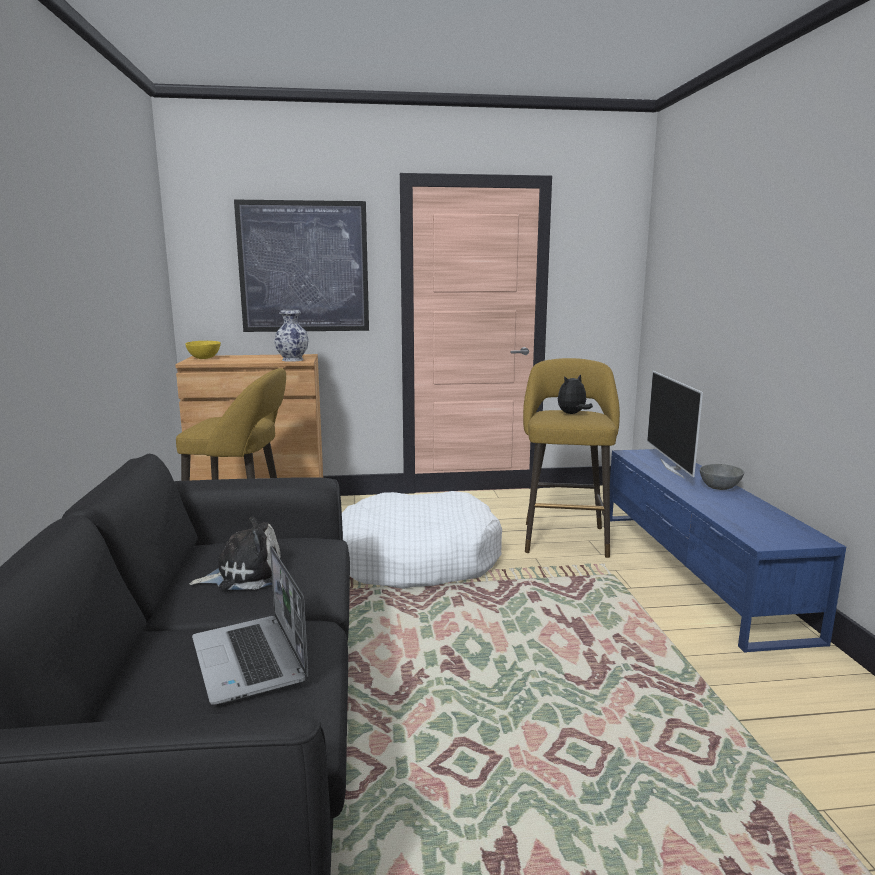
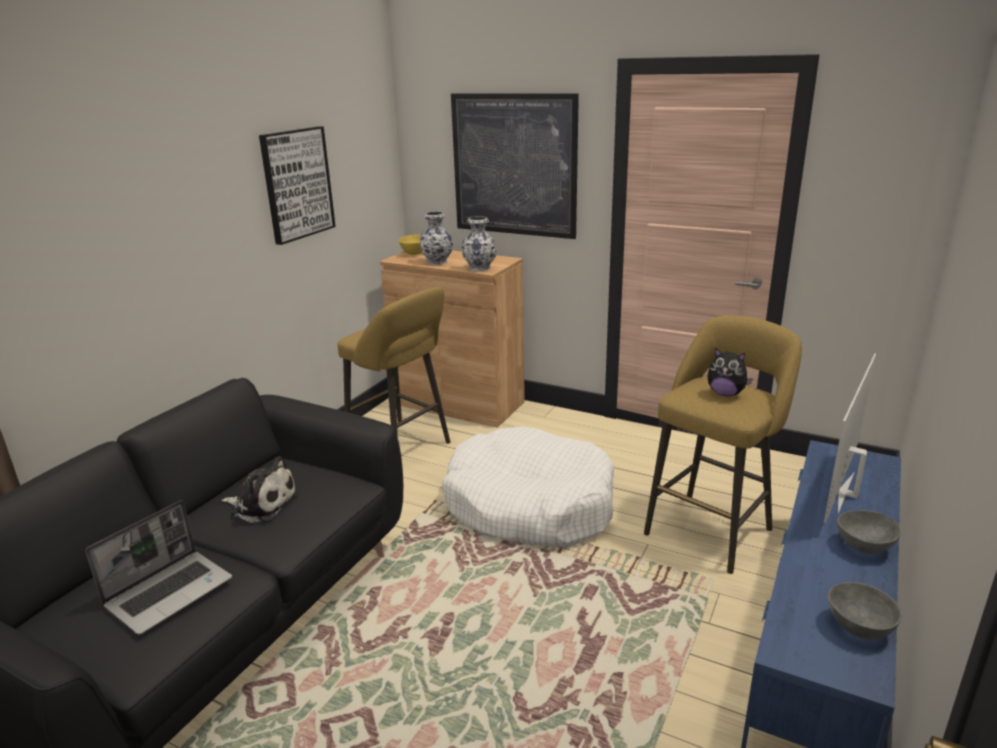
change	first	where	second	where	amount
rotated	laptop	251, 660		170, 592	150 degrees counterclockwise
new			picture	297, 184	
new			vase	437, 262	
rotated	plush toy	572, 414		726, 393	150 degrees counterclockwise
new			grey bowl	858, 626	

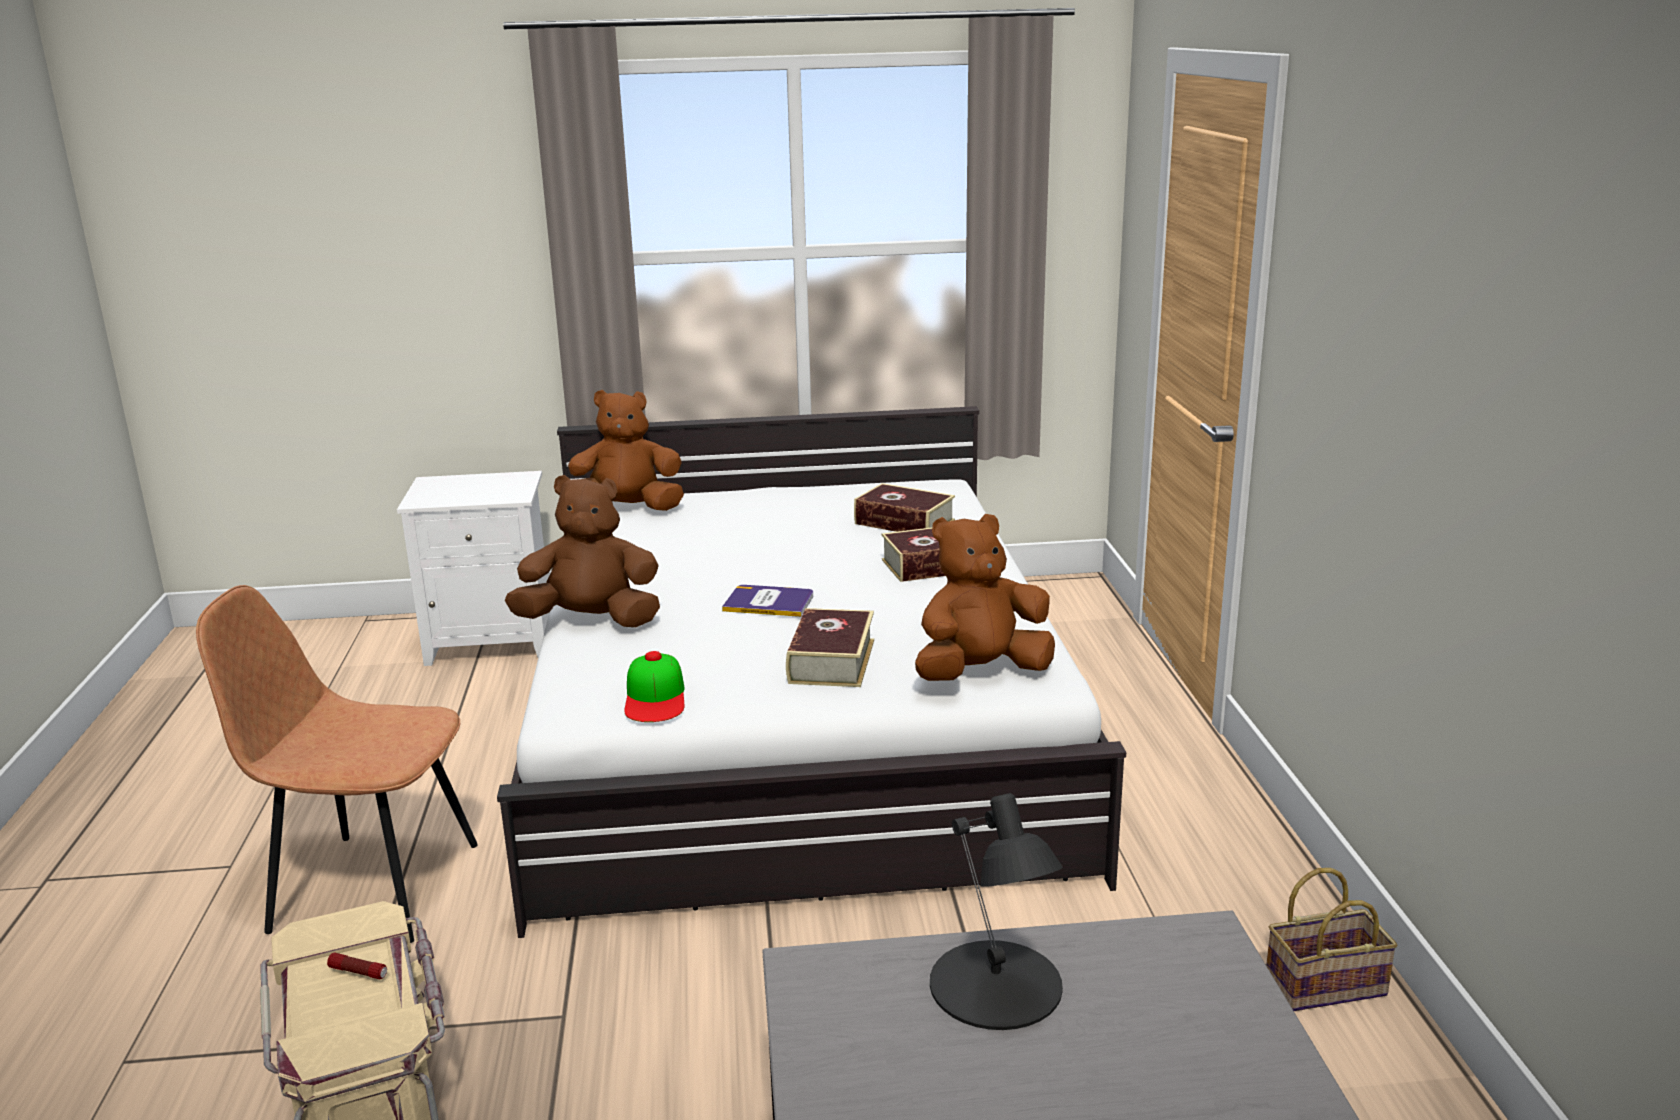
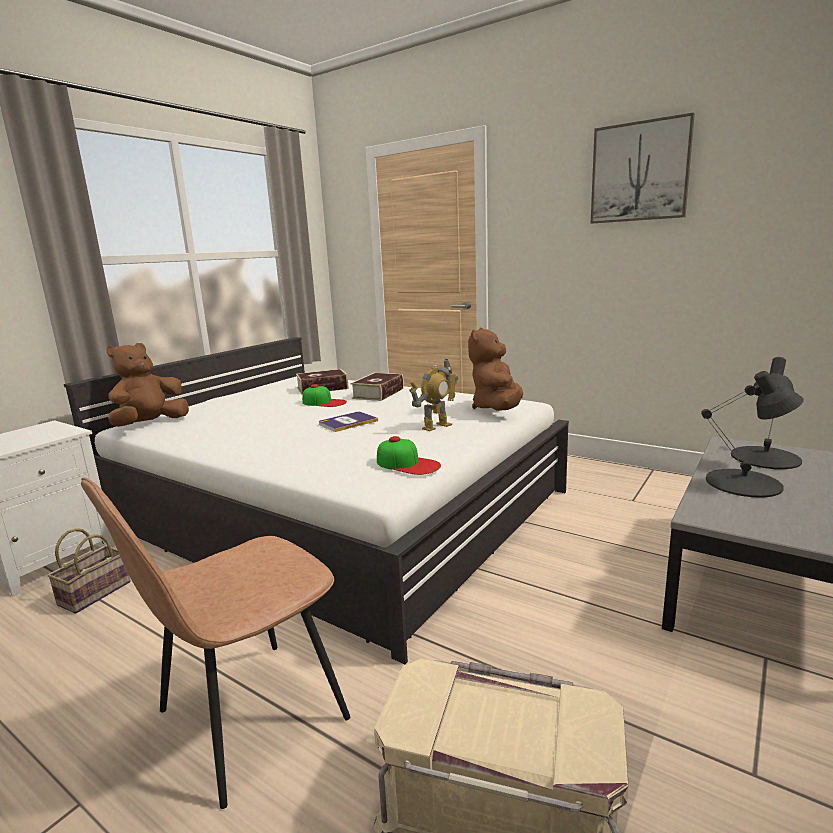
change	first	where	second	where	amount
shifted	basket	1326, 984		95, 592	
new			cap	324, 402	
swapped	book	831, 661	toy robot	436, 426	
new			picture	640, 172	
new			black table lamp	764, 458	
gone	flashlight	358, 972			
gone	brown plush toy	591, 621			

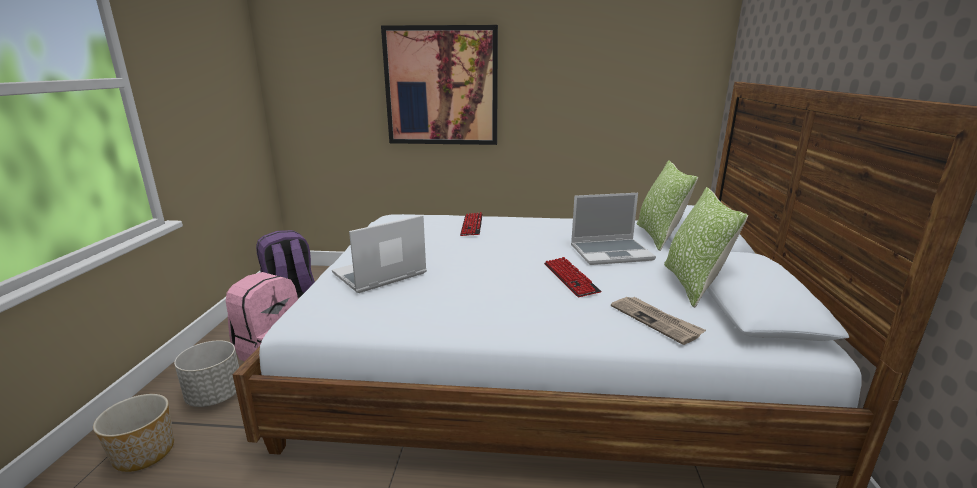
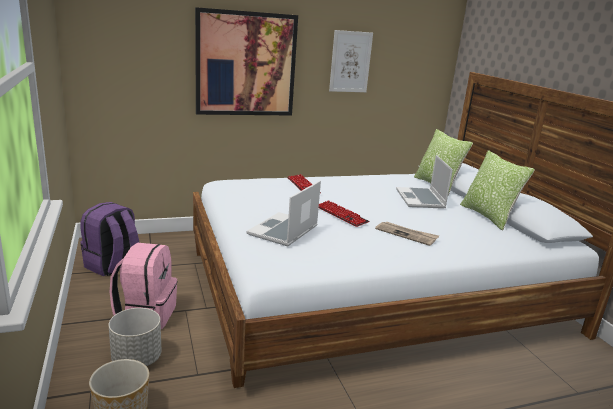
change	first	where	second	where	amount
shifted	keyboard	570, 278		341, 215	
new			picture	350, 62	
shifted	newspaper	656, 321		406, 234	
rotated	laptop	611, 253		421, 199	120 degrees clockwise

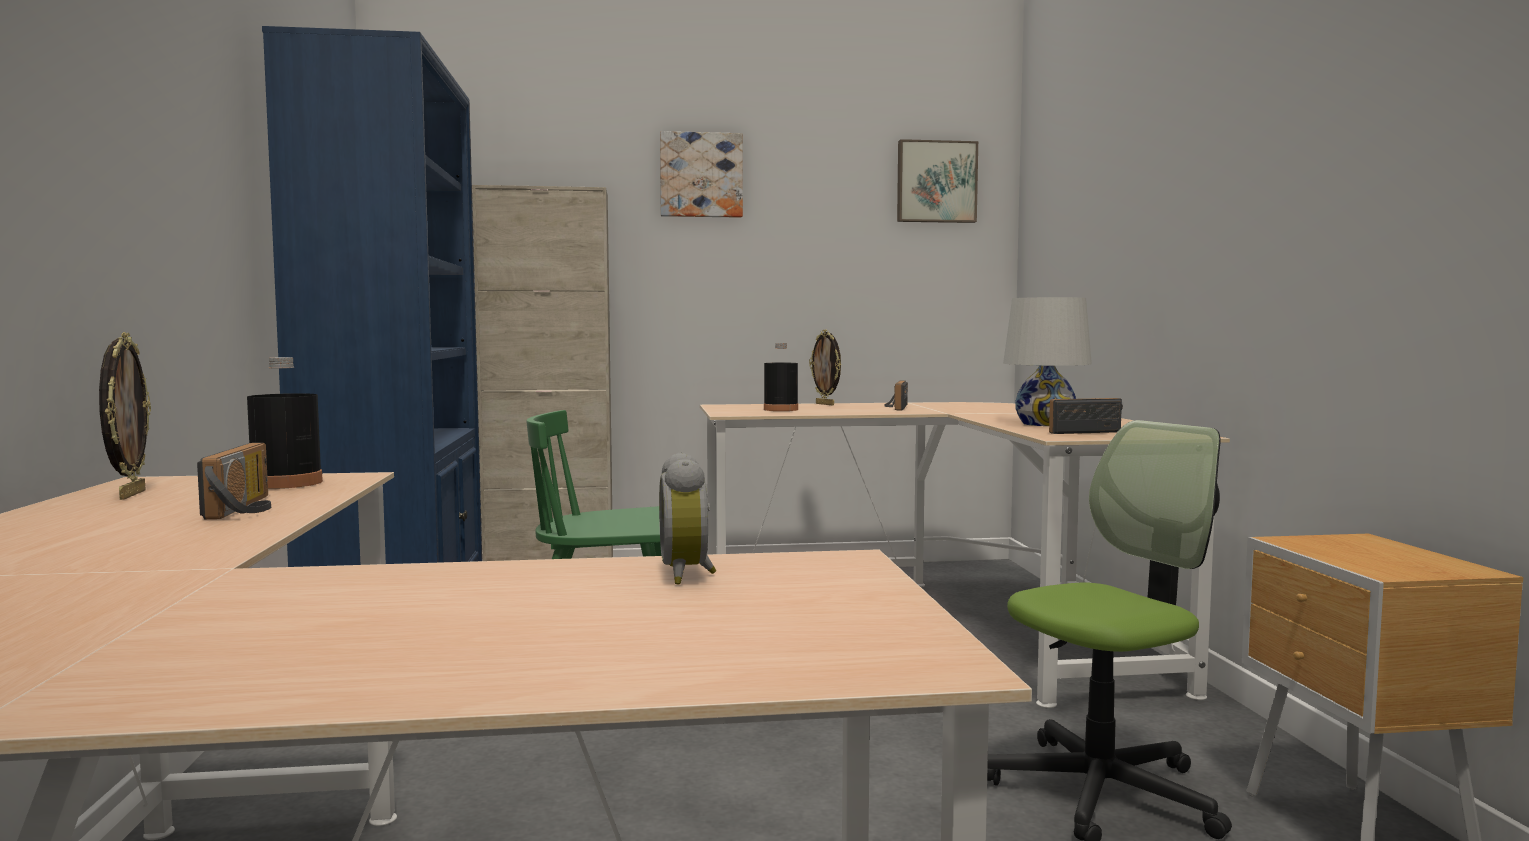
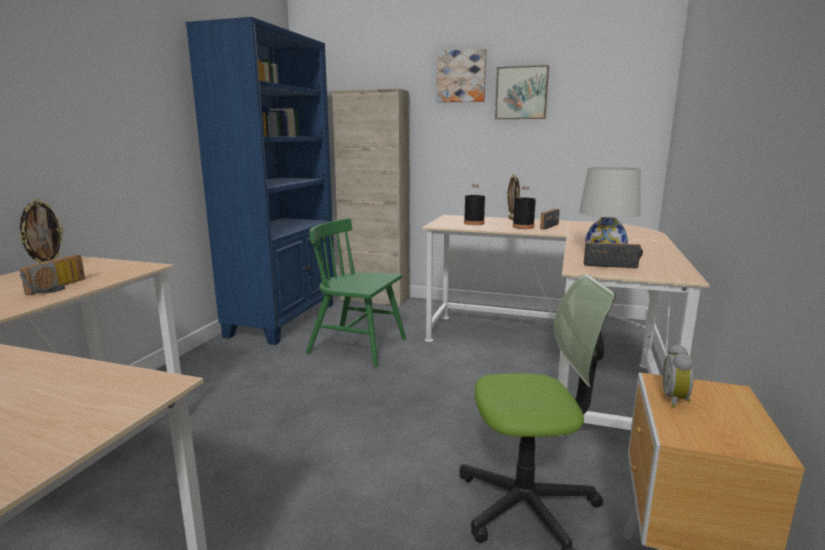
change	first	where	second	where	amount
shifted	picture	936, 182		521, 93	
shifted	black bottle	286, 483		523, 227	
shifted	alarm clock	689, 574		676, 400	

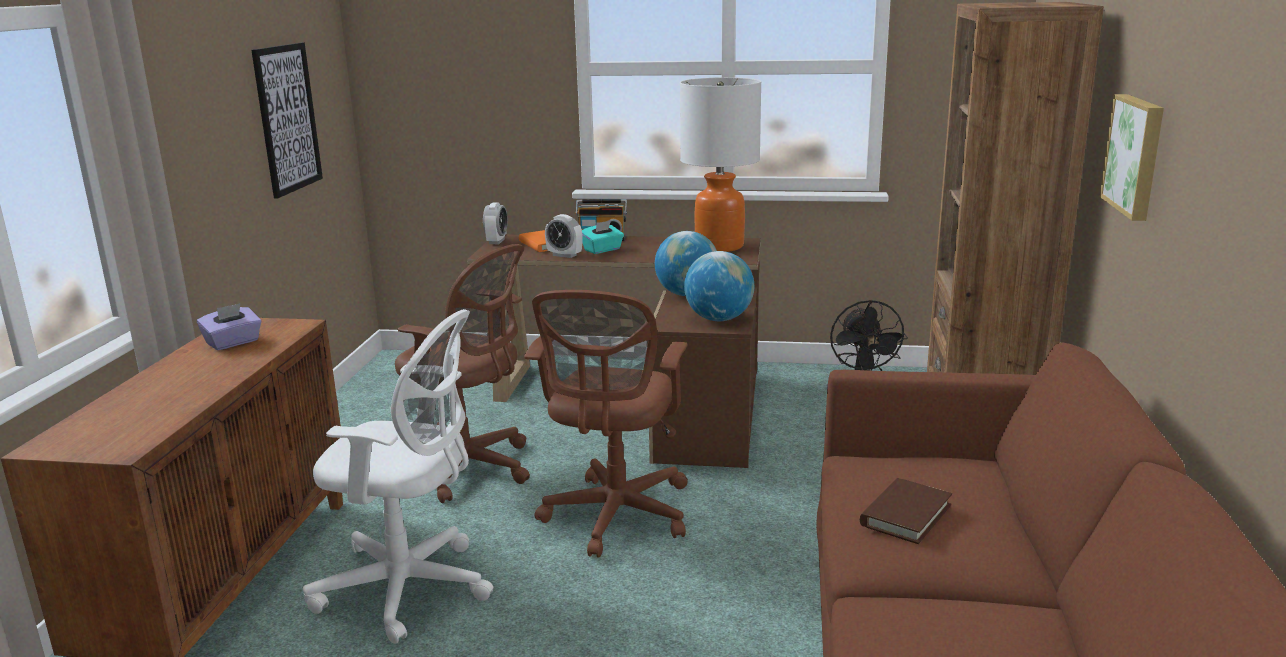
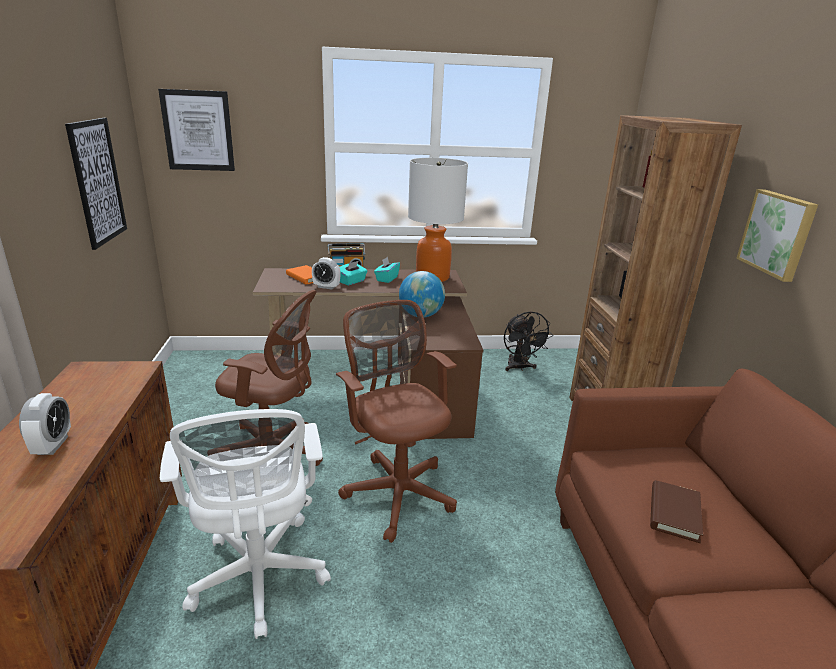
change	first	where	second	where	amount
shifted	alarm clock	496, 241		52, 445	
new			picture	198, 131	
rotated	white office chair	410, 588		259, 579	75 degrees clockwise
rotated	brown office chair	615, 518		397, 490	150 degrees clockwise
new			turquoise tissue box	386, 279	
gone	purple tissue box	233, 343			
gone	globe	718, 319			

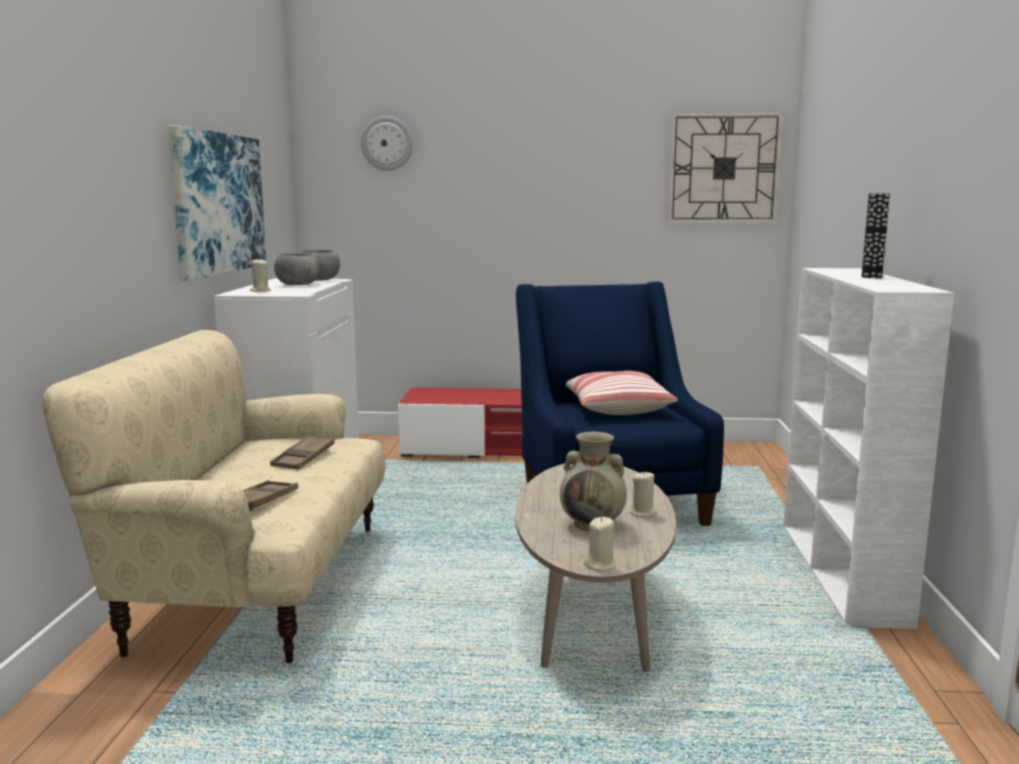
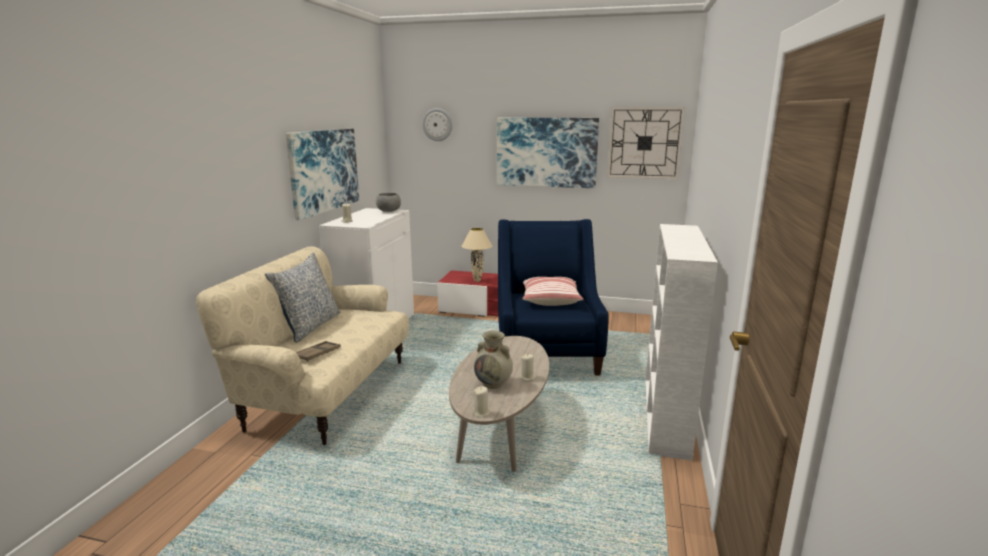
change	first	where	second	where	amount
new			pillow	309, 326	
new			beige table lamp	477, 281	
new			picture	546, 152	
gone	brown tray	303, 458			
gone	grey bowl	297, 285			
gone	vase	871, 277			

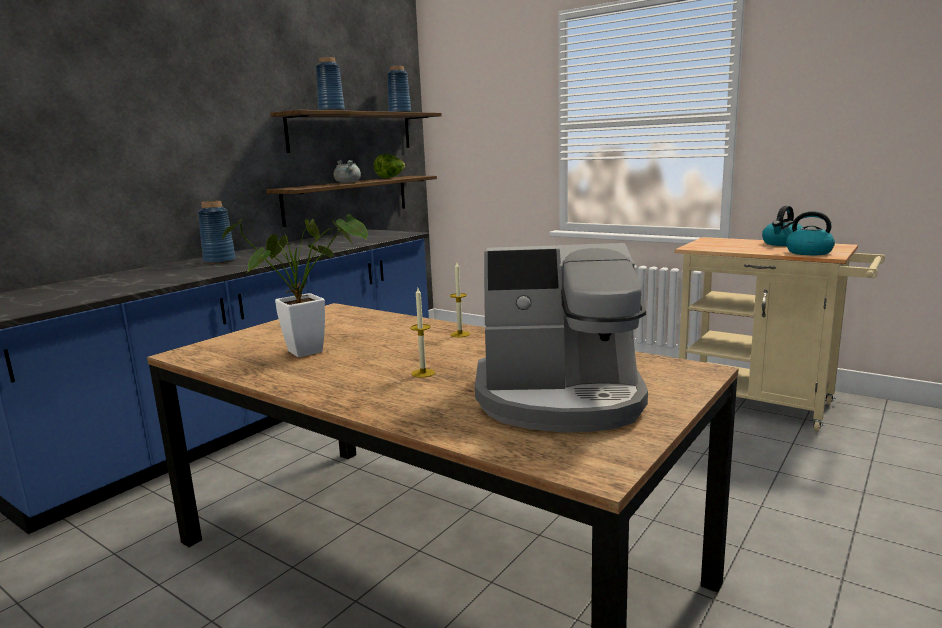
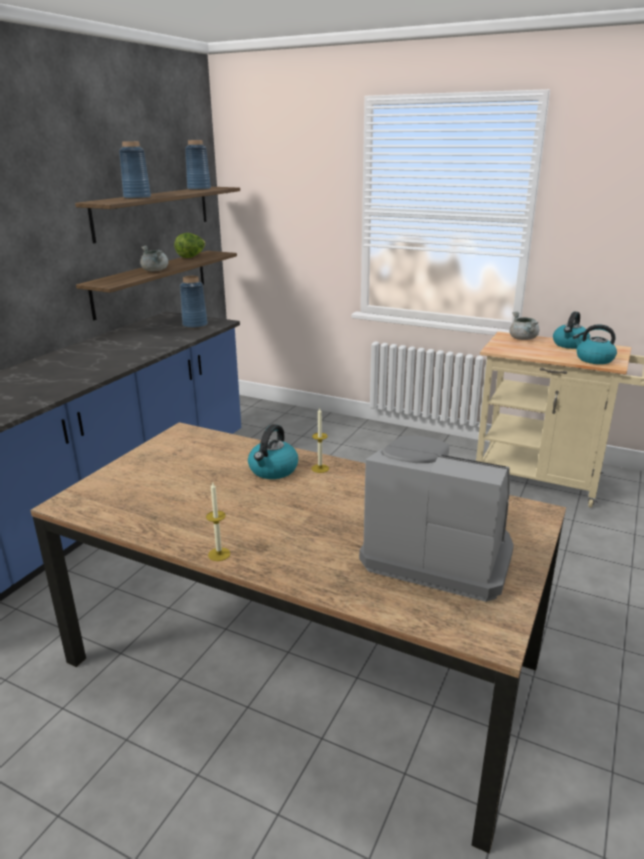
change	first	where	second	where	amount
shifted	blue vase	219, 261		194, 325	
shifted	candle	423, 373		219, 554	
new			kettle	273, 470	
rotated	coffee machine	560, 398		437, 553	150 degrees counterclockwise
new			grey cooking pot	523, 339	
gone	potted plant	314, 350			

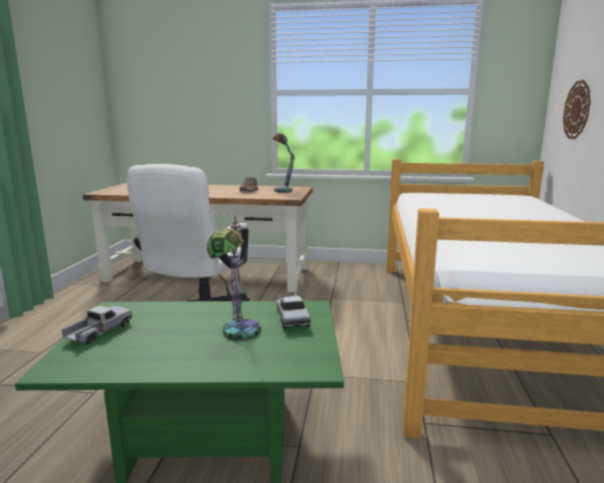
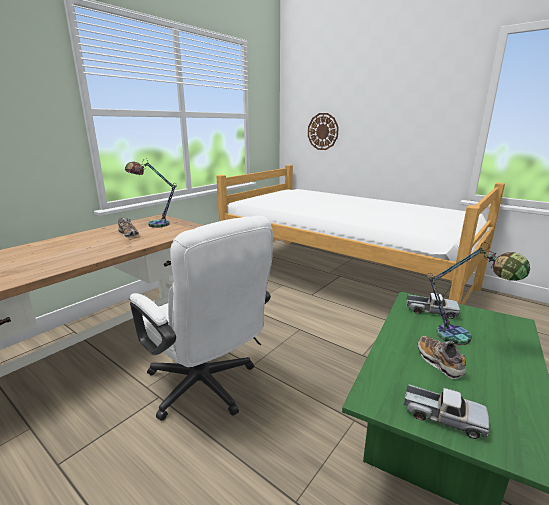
change	first	where	second	where	amount
rotated	toy truck	99, 332		442, 417	150 degrees clockwise
new			shoe	439, 362	

